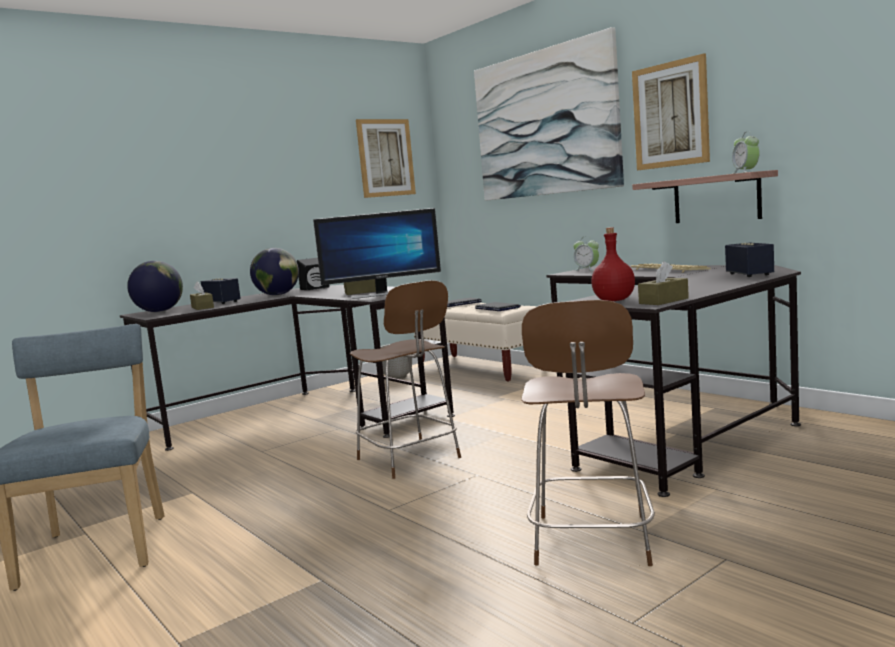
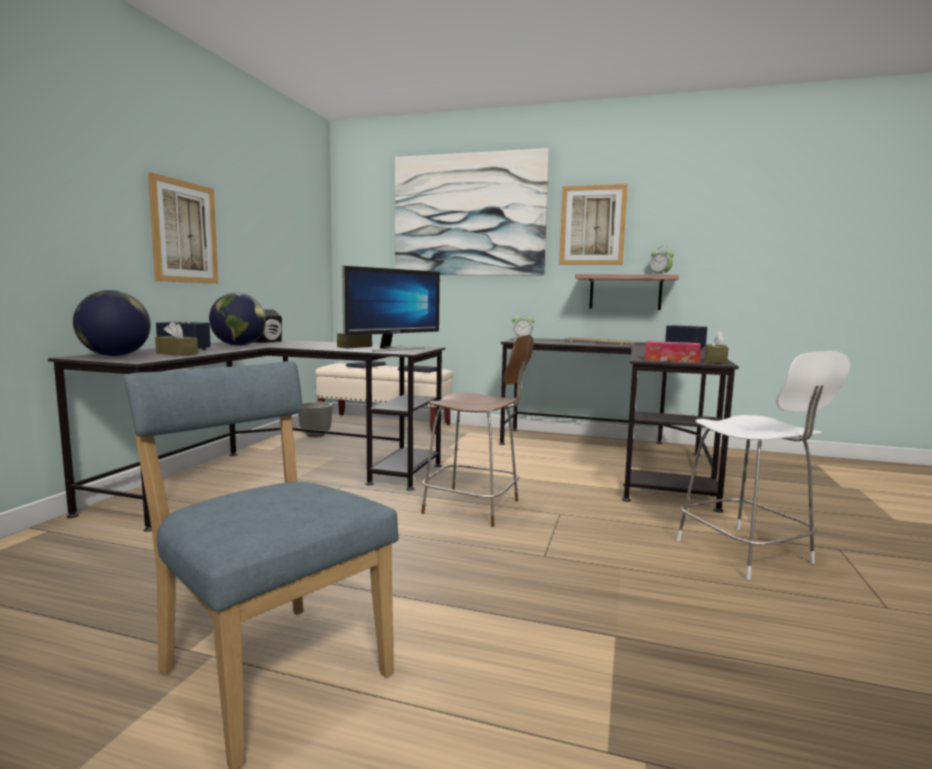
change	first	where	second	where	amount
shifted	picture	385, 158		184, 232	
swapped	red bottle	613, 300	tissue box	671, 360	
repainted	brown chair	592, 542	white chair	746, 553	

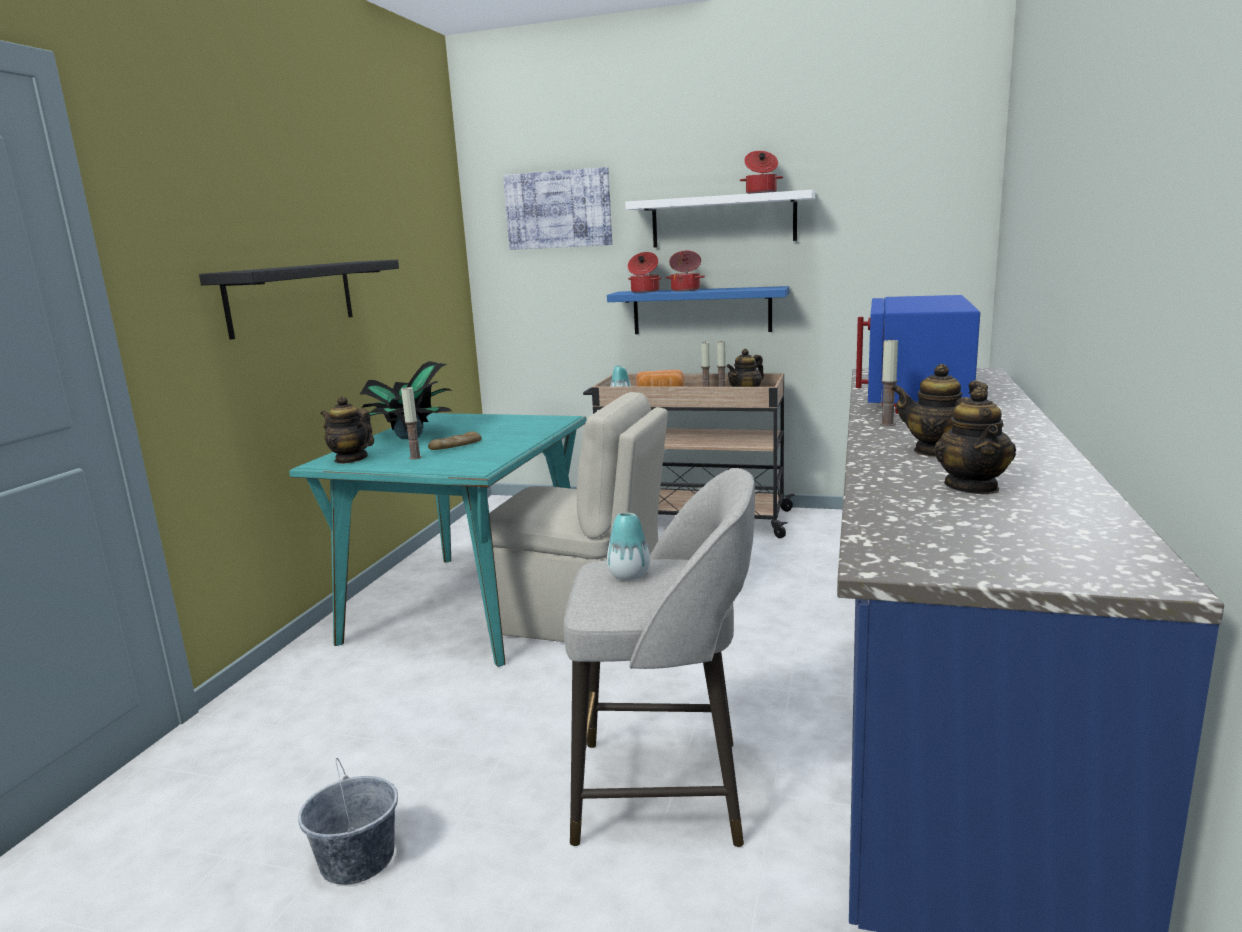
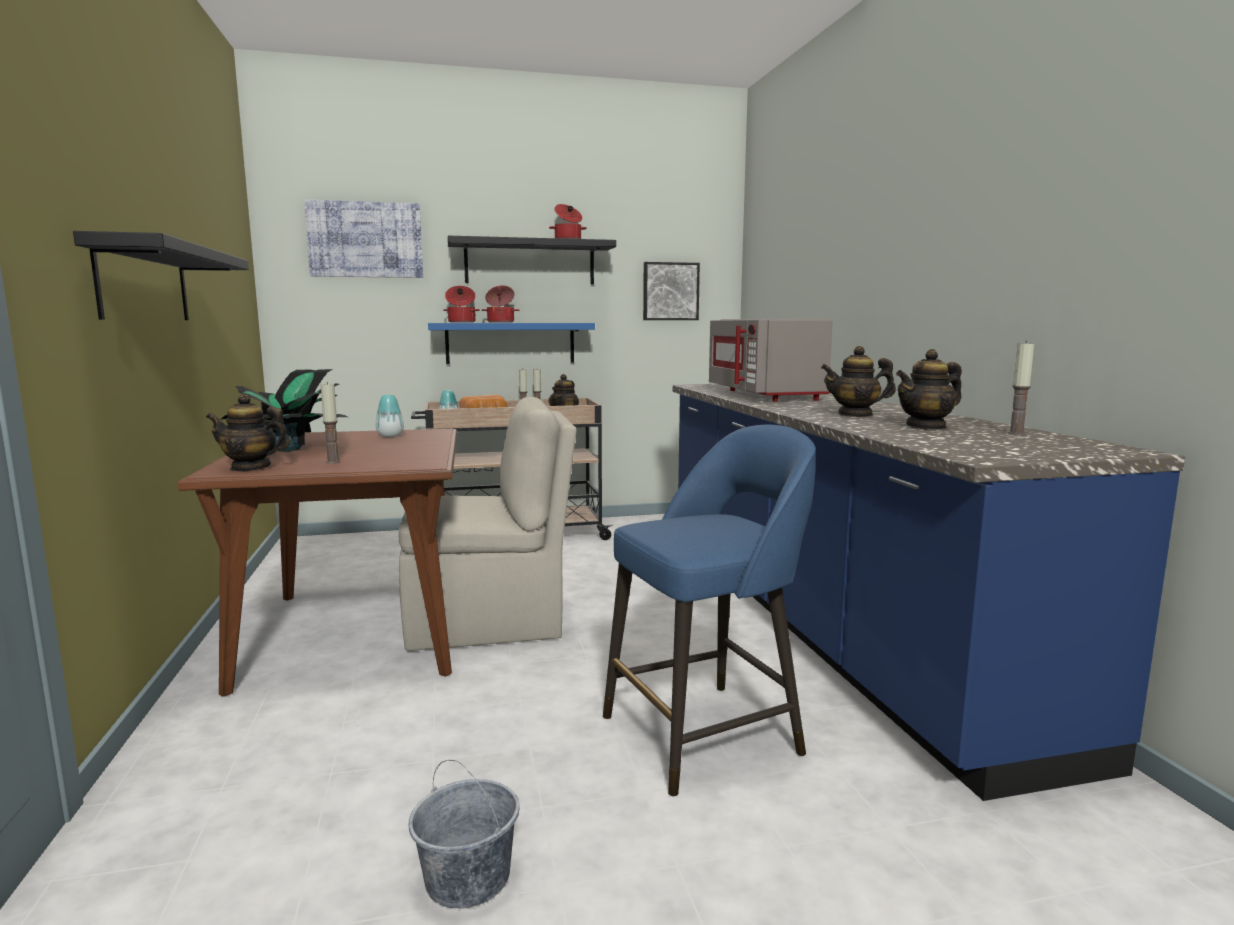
change	first	where	second	where	amount
repainted	turquoise dining table	469, 606	brown dining table	357, 632	
shifted	vase	629, 575		390, 436	
repainted	white shelf	723, 220	black shelf	530, 262	
repainted	grey stool	665, 791	blue stool	706, 733	
new			picture	670, 291	
repainted	blue microwave	917, 398	grey microwave	765, 395	
rotated	teapot	972, 487		926, 427	90 degrees clockwise
shifted	candle	887, 424		1016, 433	
gone	bread	455, 446			

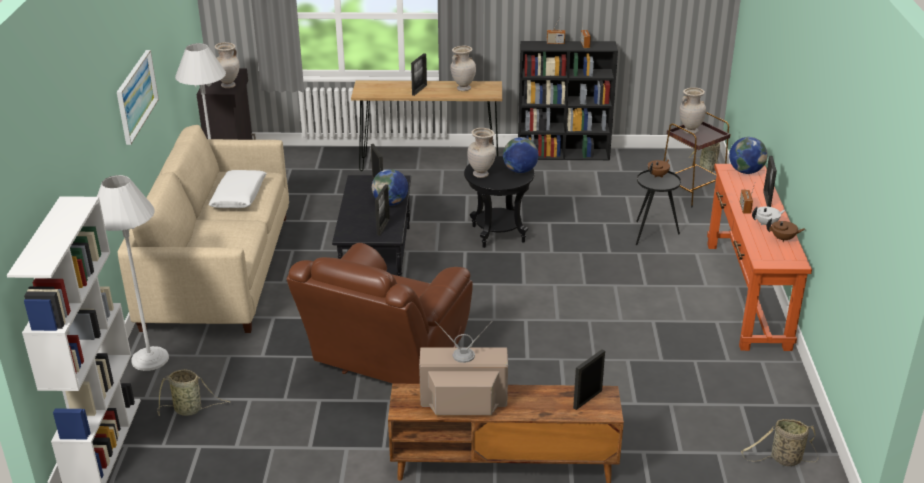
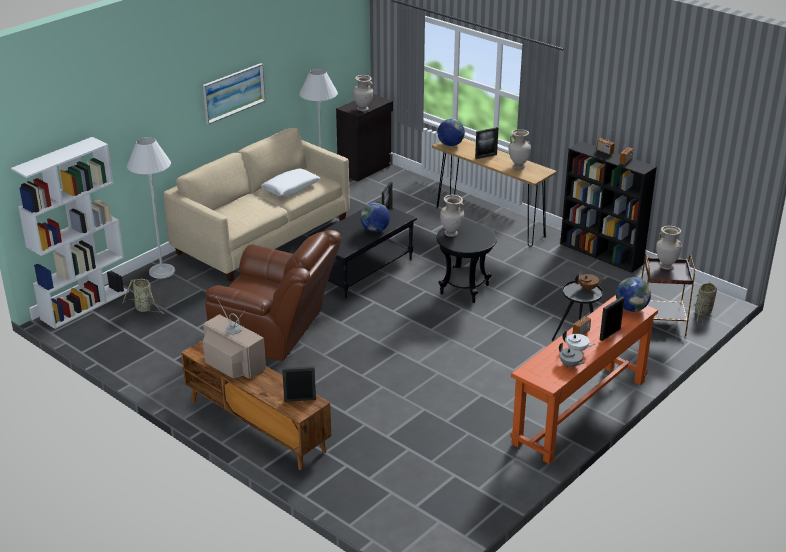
change	first	where	second	where	amount
rotated	brown armchair	386, 363		277, 336	135 degrees counterclockwise
shifted	globe	520, 171		450, 144	
repainted	brown teapot	783, 239	grey teapot	570, 365	
gone	picture frame	383, 227			
gone	basket	783, 459			

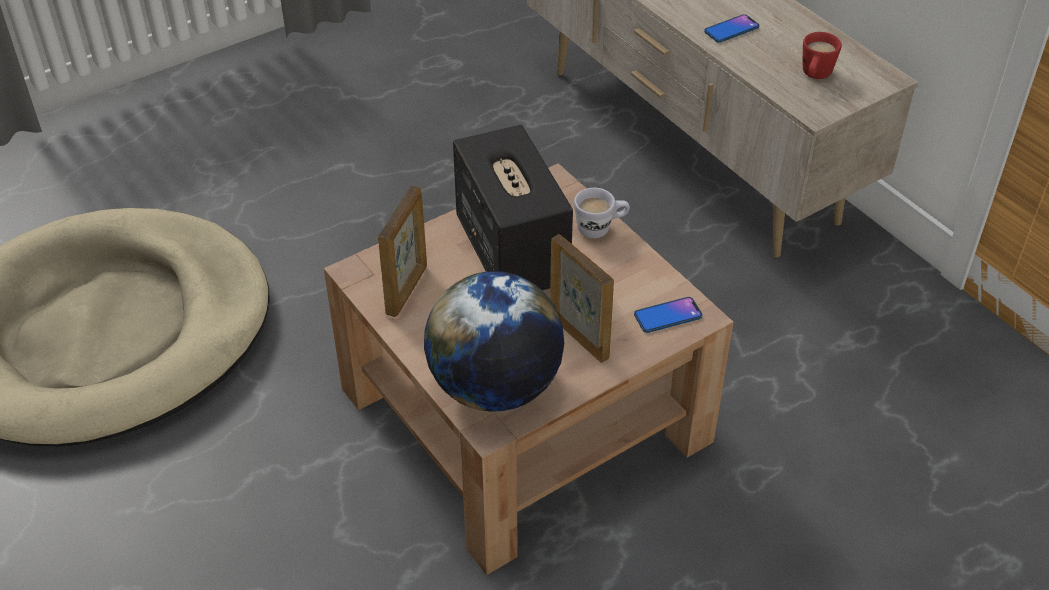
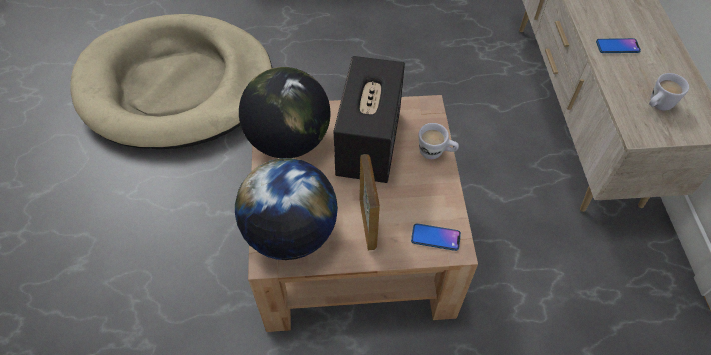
change	first	where	second	where	amount
swapped	picture frame	407, 289	globe	289, 141	
repainted	red mug	814, 76	white mug	657, 105	

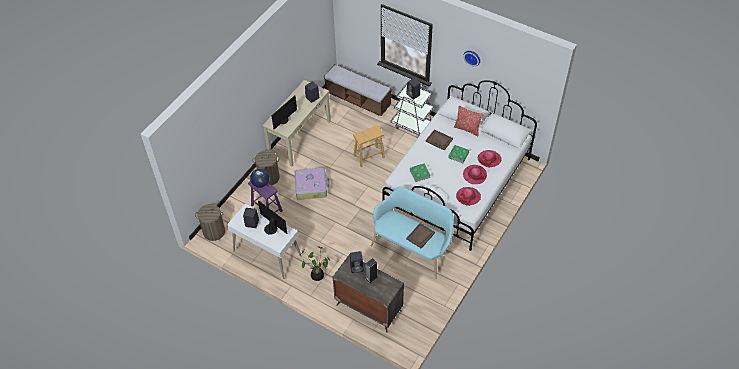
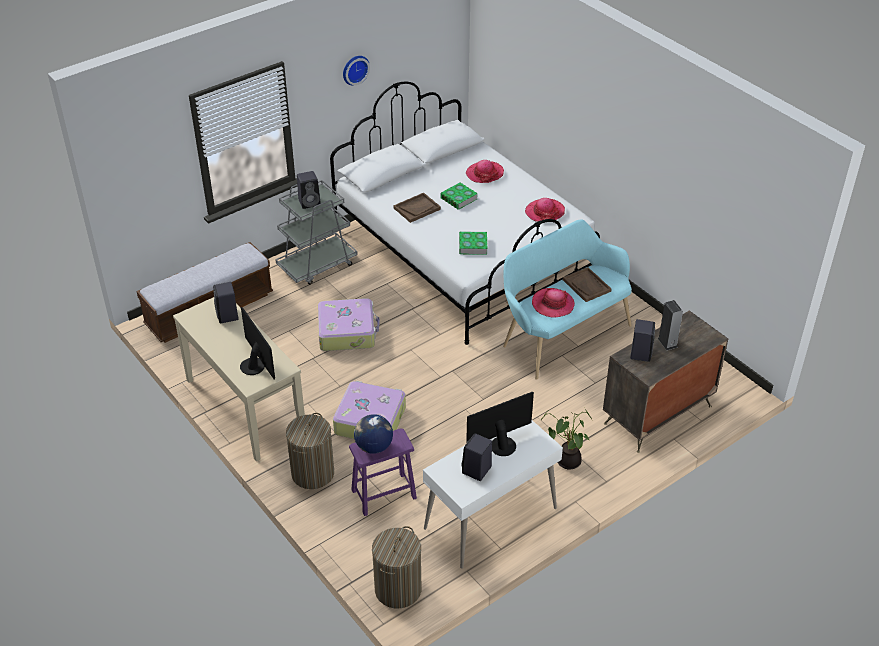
change	first	where	second	where	amount
swapped	brown stool	369, 156	suitcase	347, 331	
shifted	hat	474, 175		552, 304	
gone	pillow	467, 129			

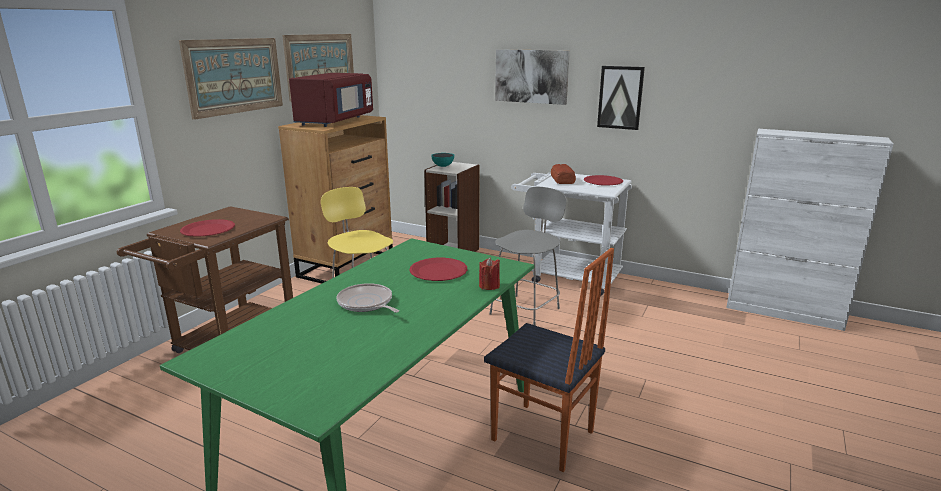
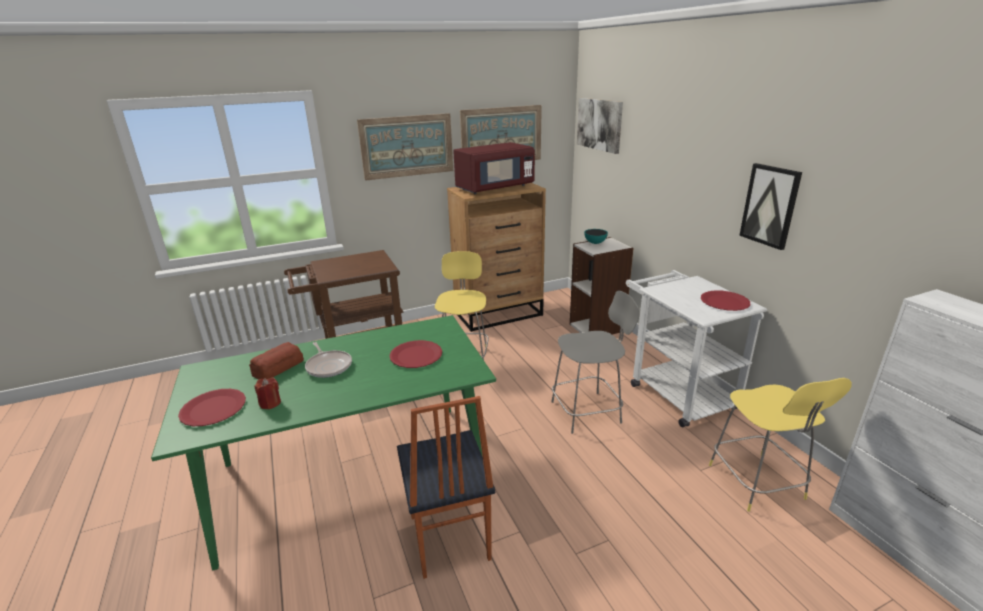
change	first	where	second	where	amount
shifted	red plate	208, 230		213, 409	
shifted	bread	562, 179		279, 367	
shifted	red candle	489, 286		270, 403	
rotated	frying pan	366, 303		328, 366	150 degrees clockwise
shifted	picture	531, 76		599, 124	
new			yellow stool	757, 484	

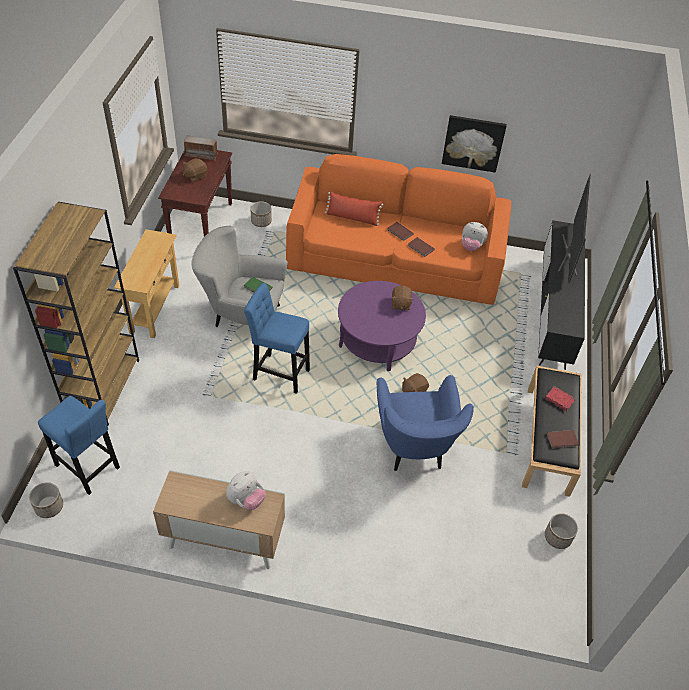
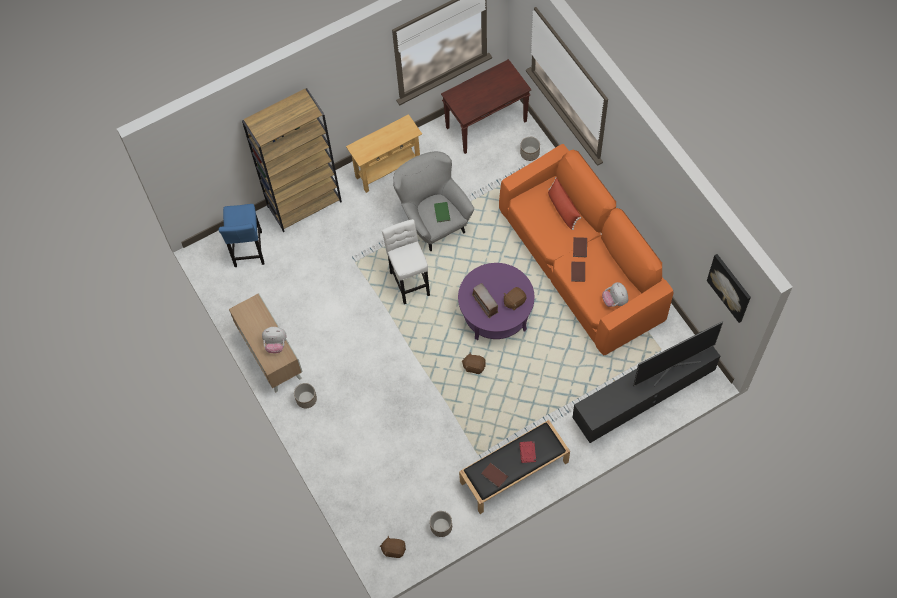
change	first	where	second	where	amount
shifted	planter	49, 506		306, 399	
shifted	brown plush toy	195, 176		394, 549	
repainted	blue stool	278, 373	white stool	409, 281	
shifted	radio	201, 155		485, 304	
shifted	picture	473, 143		729, 287	
gone	blue armchair	414, 449			

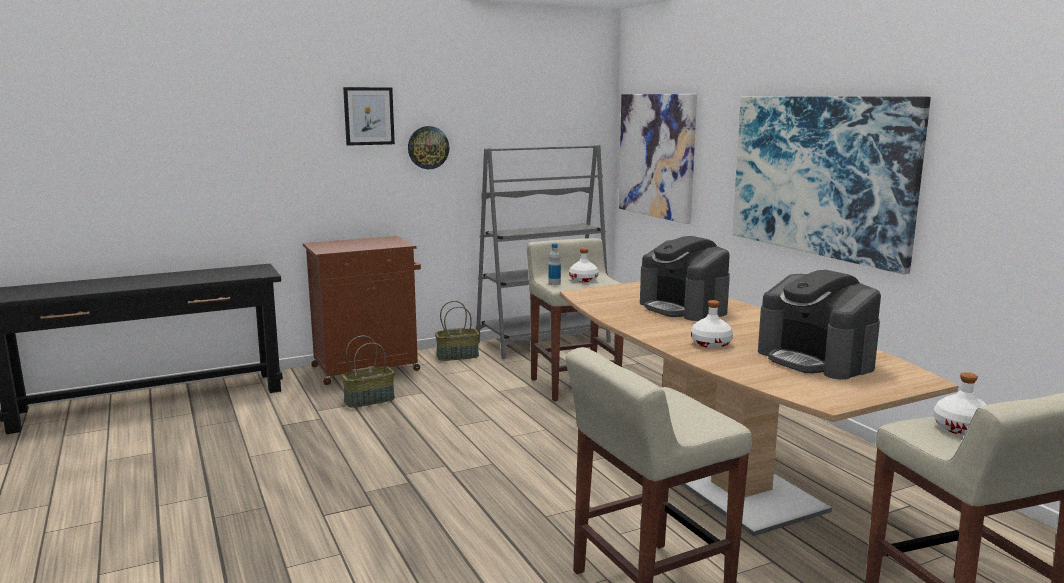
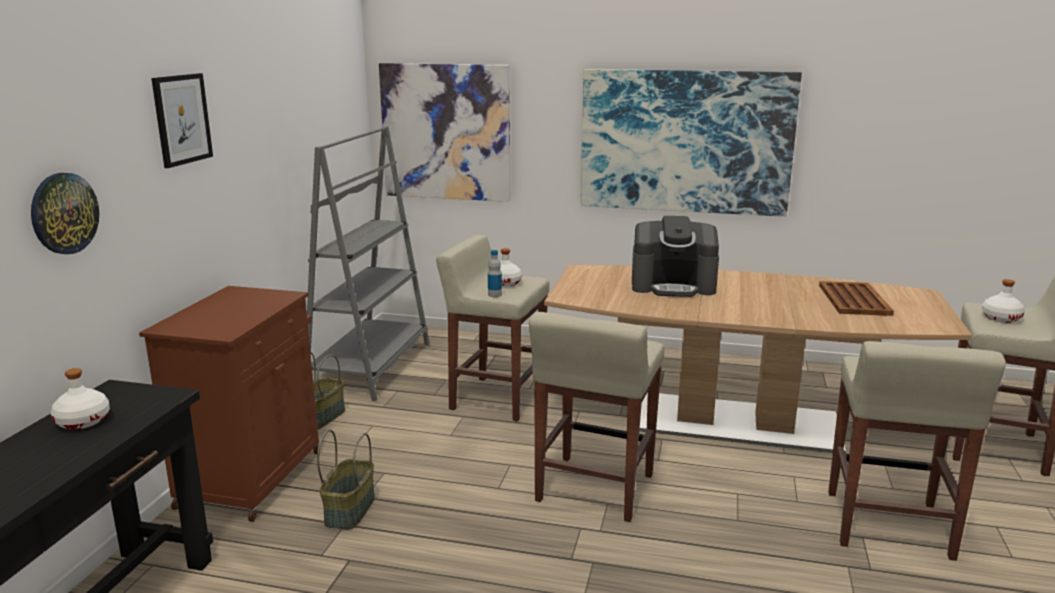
change	first	where	second	where	amount
shifted	wall clock	428, 147		64, 213	
shifted	white bottle	711, 344		83, 421	
new			beige stool	594, 489	
swapped	coffee machine	816, 359	brown tray	854, 299	

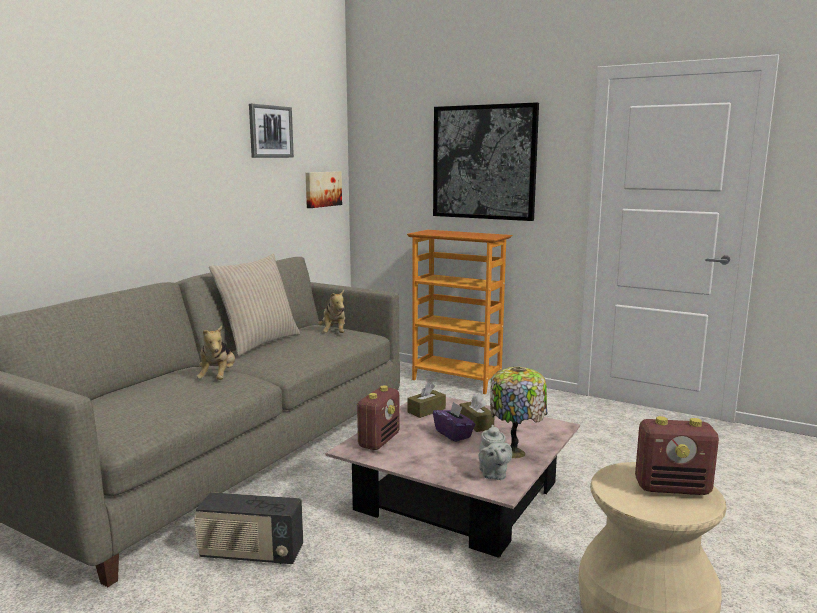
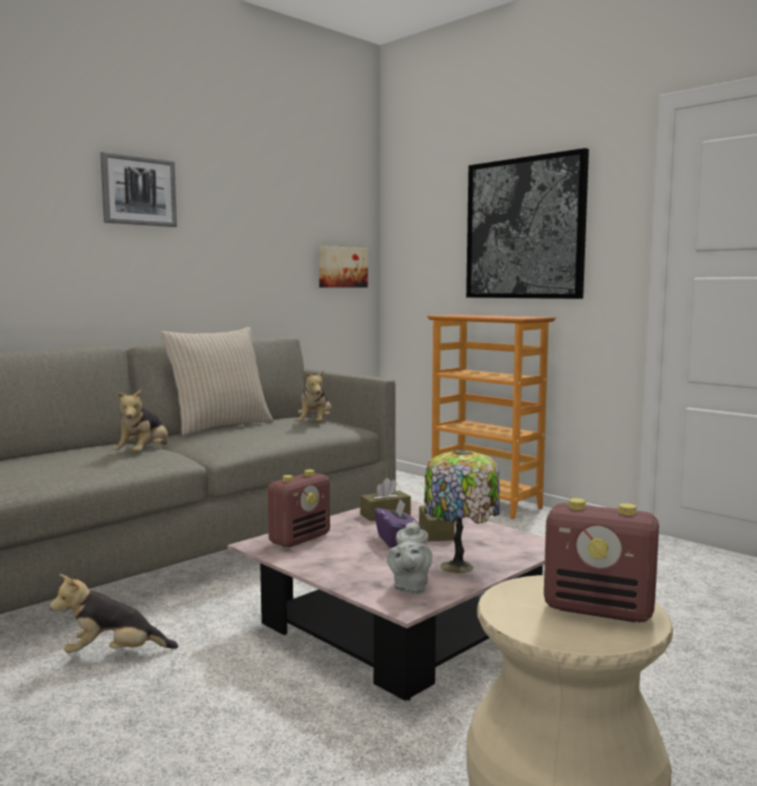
change	first	where	second	where	amount
swapped	radio	251, 554	plush toy	114, 654	
shifted	picture	270, 131		138, 191	

